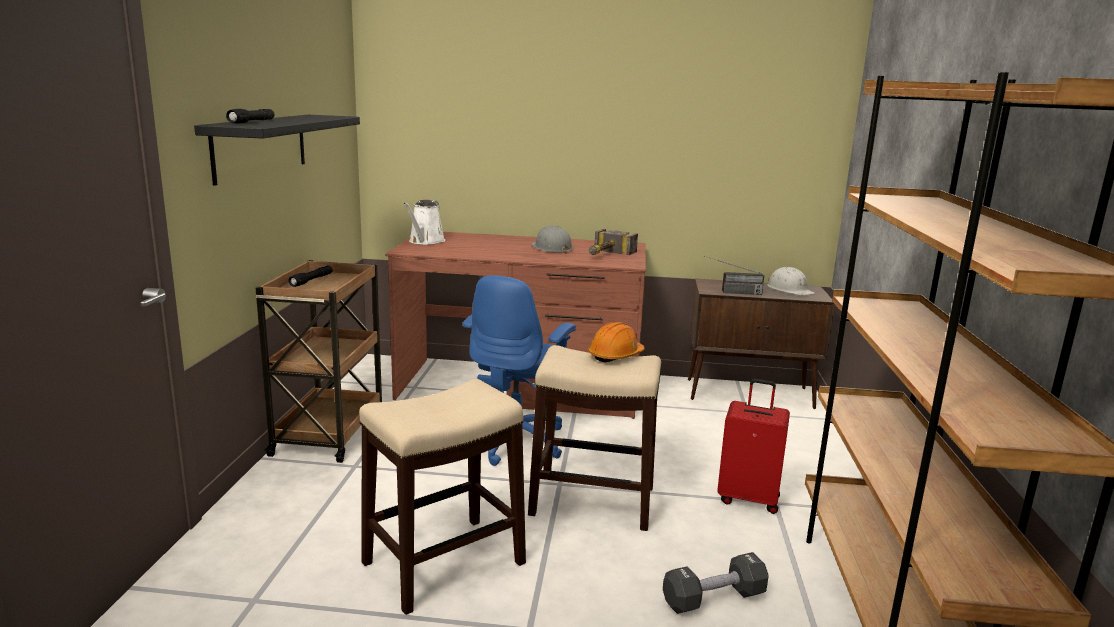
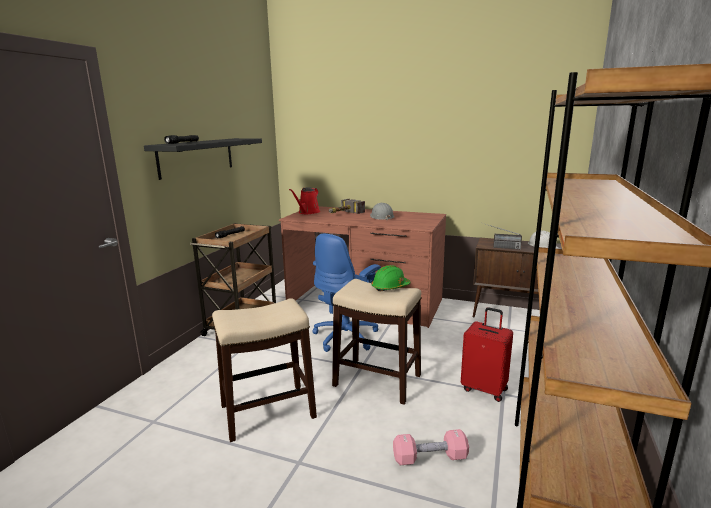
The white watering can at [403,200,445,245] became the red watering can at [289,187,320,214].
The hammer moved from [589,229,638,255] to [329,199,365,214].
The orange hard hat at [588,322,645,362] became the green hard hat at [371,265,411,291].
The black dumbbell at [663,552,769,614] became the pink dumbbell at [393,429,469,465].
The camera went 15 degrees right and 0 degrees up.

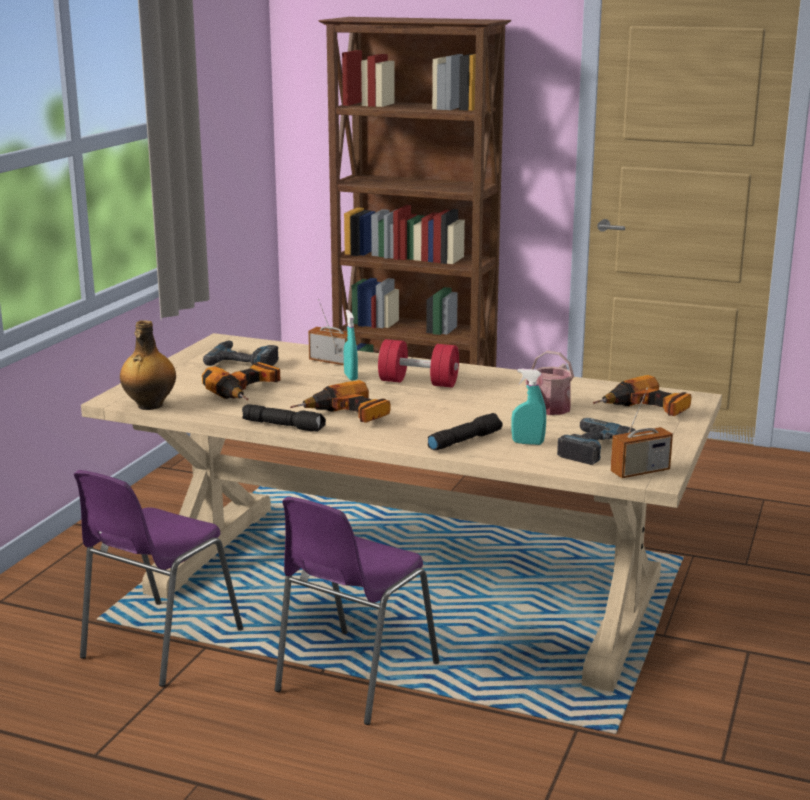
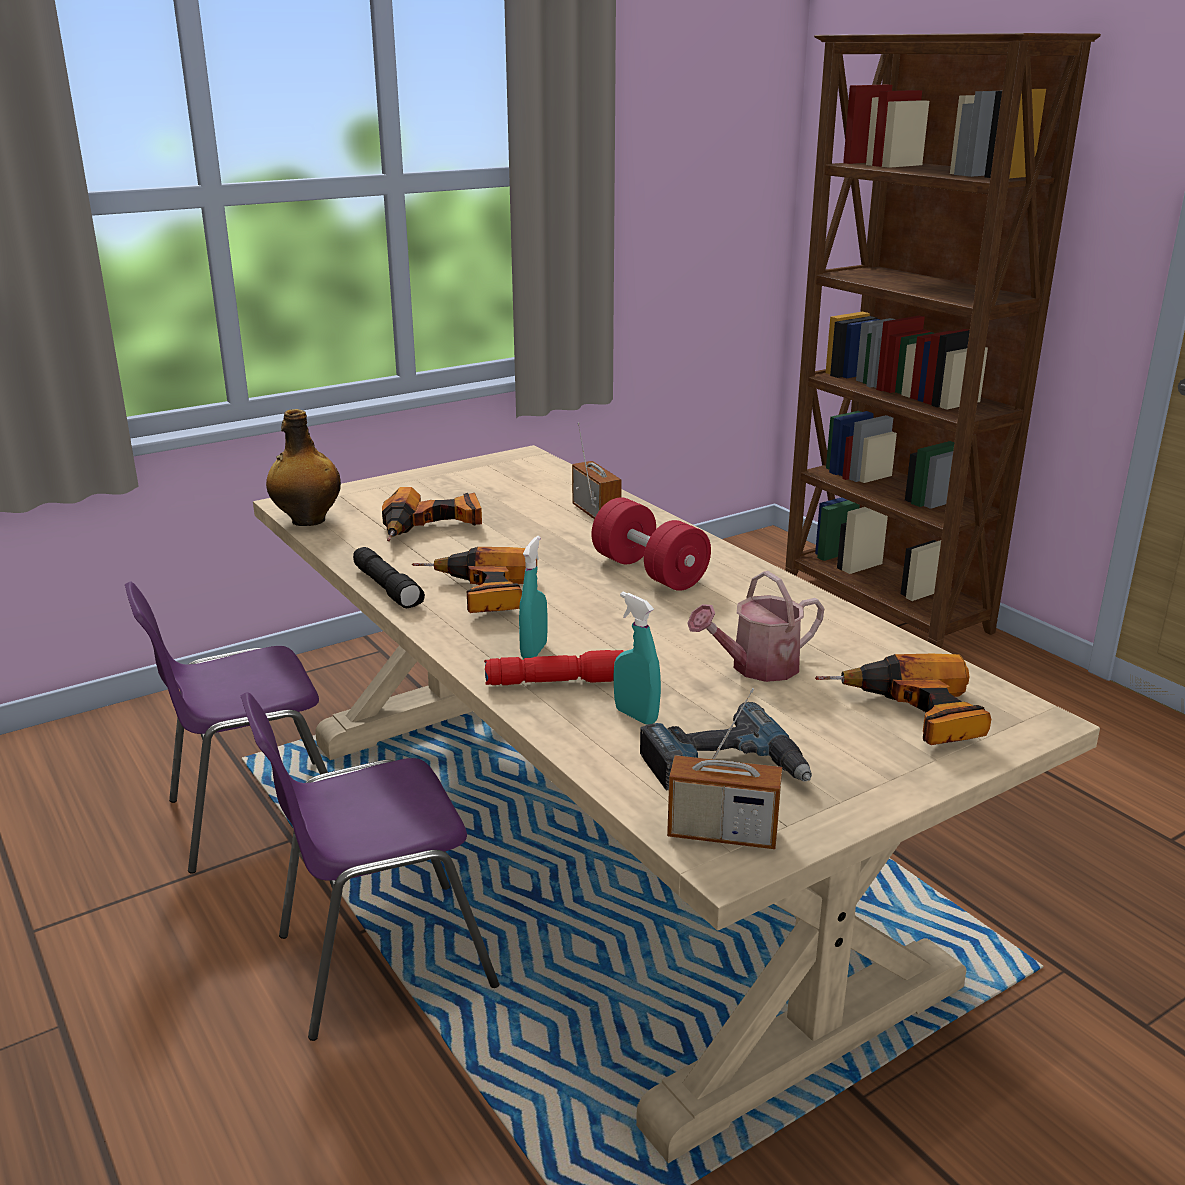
The turquoise spray bottle moved from [344,310,358,380] to [519,536,547,659].
The power drill at [203,340,279,366] disappeared.
The black flashlight at [428,413,503,450] became the red flashlight at [484,650,624,685].
The camera went 35 degrees right and 5 degrees up.

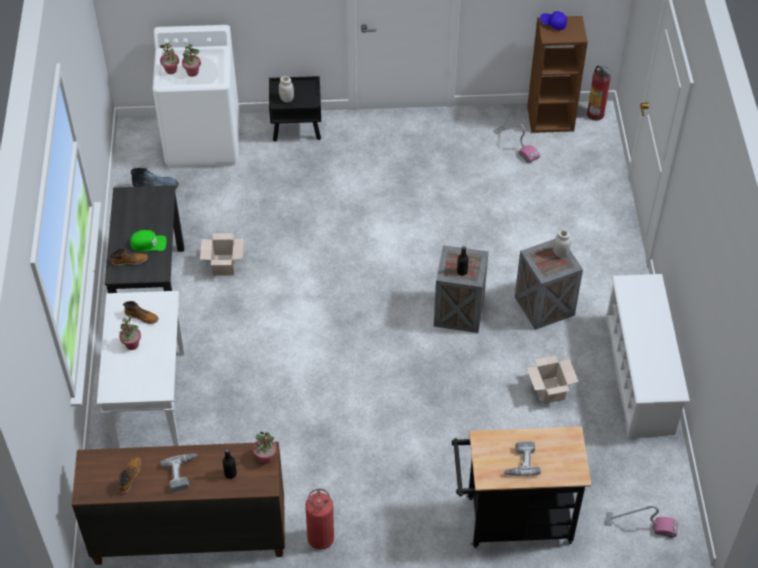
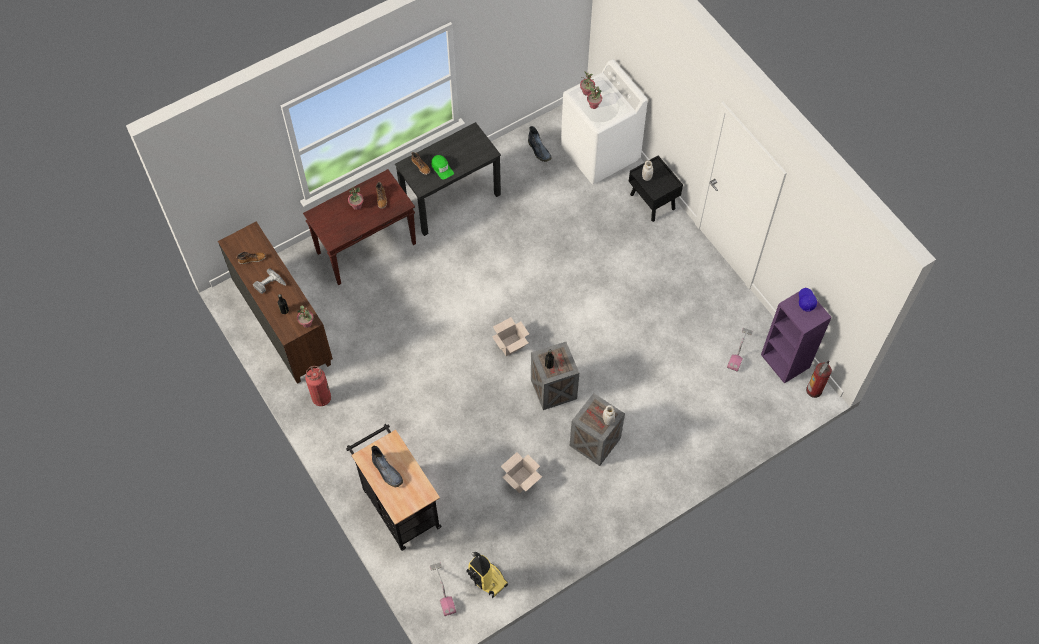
The brown bookcase at [527,16,588,133] became the purple bookcase at [761,292,832,384].
The cardboard box moved from [200,233,244,276] to [492,317,529,356].
The white shoe rack at [606,274,690,439] disappeared.
The white console table at [97,291,184,448] became the brown console table at [303,169,416,285].
The power drill at [503,441,541,477] was replaced by the boot at [371,446,403,487].
The vacuum cleaner at [466,552,508,598] appeared.
The camera went 60 degrees right and 10 degrees up.

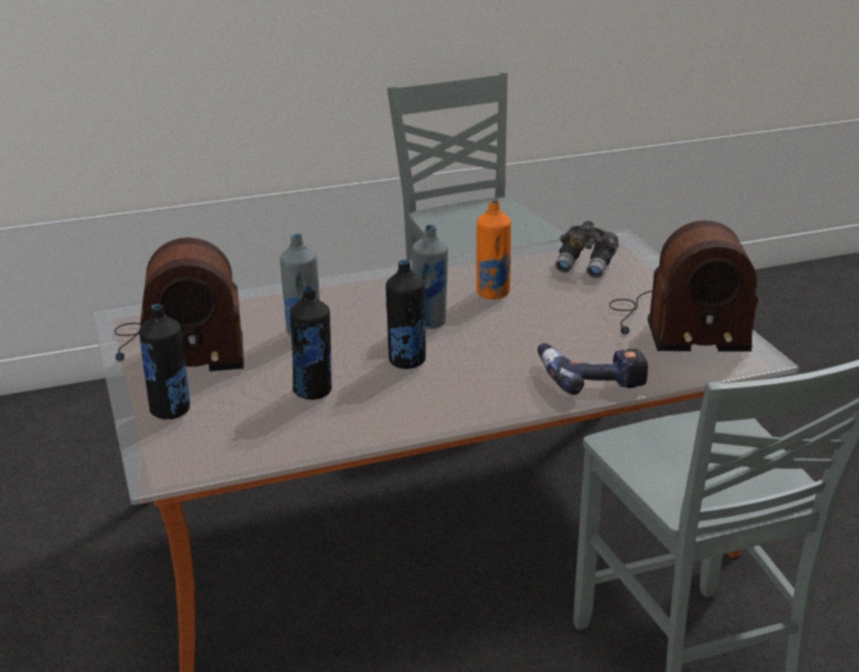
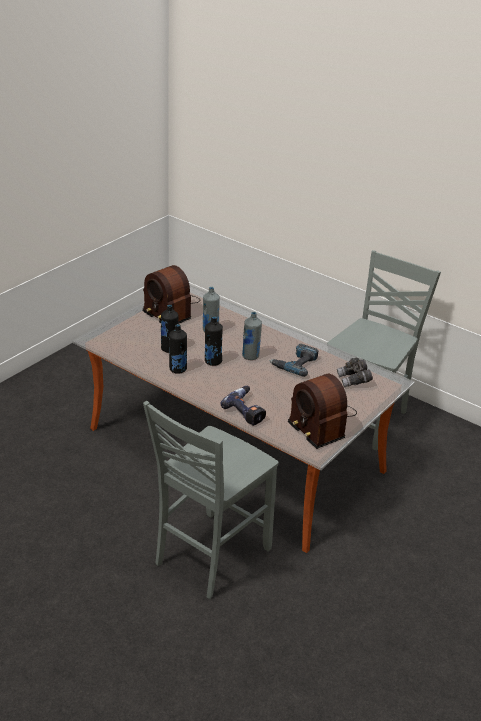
The orange bottle at [476,200,511,299] was replaced by the power drill at [269,344,318,377].
The black bottle moved from [139,304,190,419] to [169,324,187,374].
The camera went 55 degrees right and 5 degrees up.

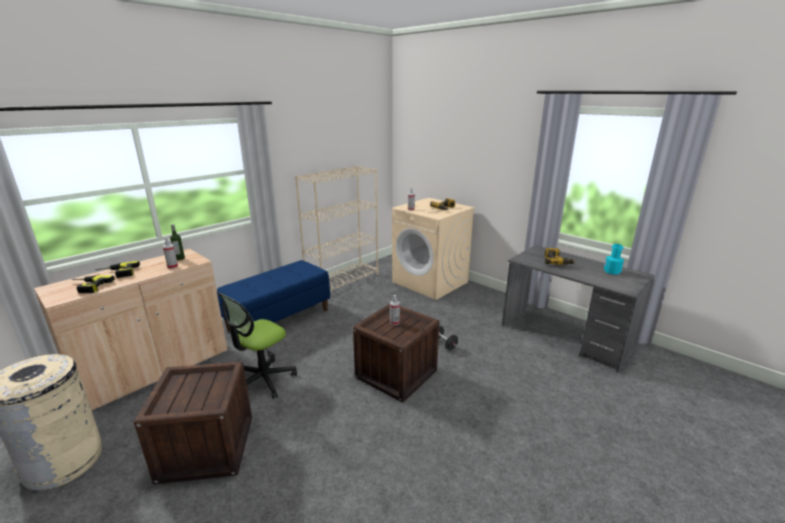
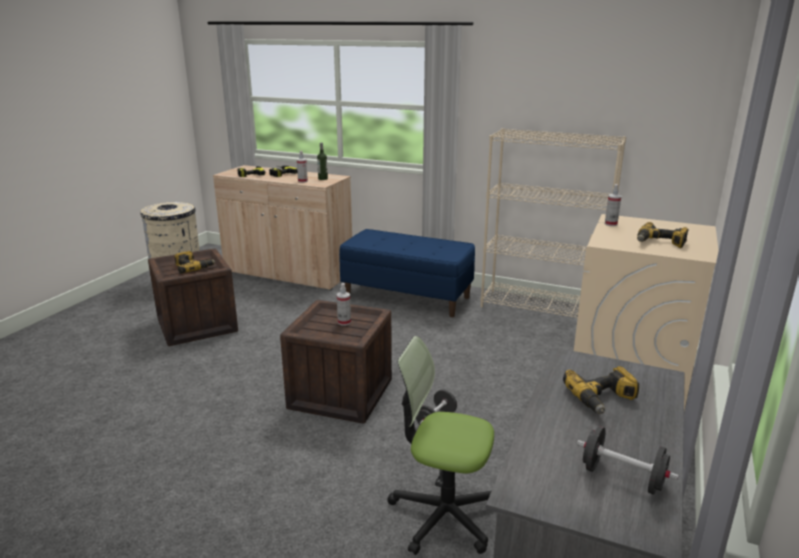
The turquoise bottle at [604,244,624,274] was replaced by the black dumbbell at [577,426,679,495].
The office chair moved from [218,292,297,399] to [387,336,494,555].
The power drill at [174,251,216,274] appeared.
The camera went 70 degrees right and 0 degrees up.

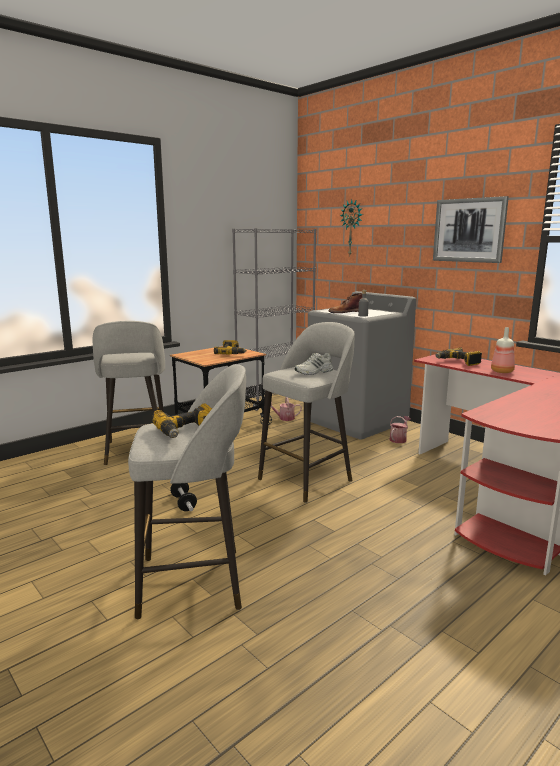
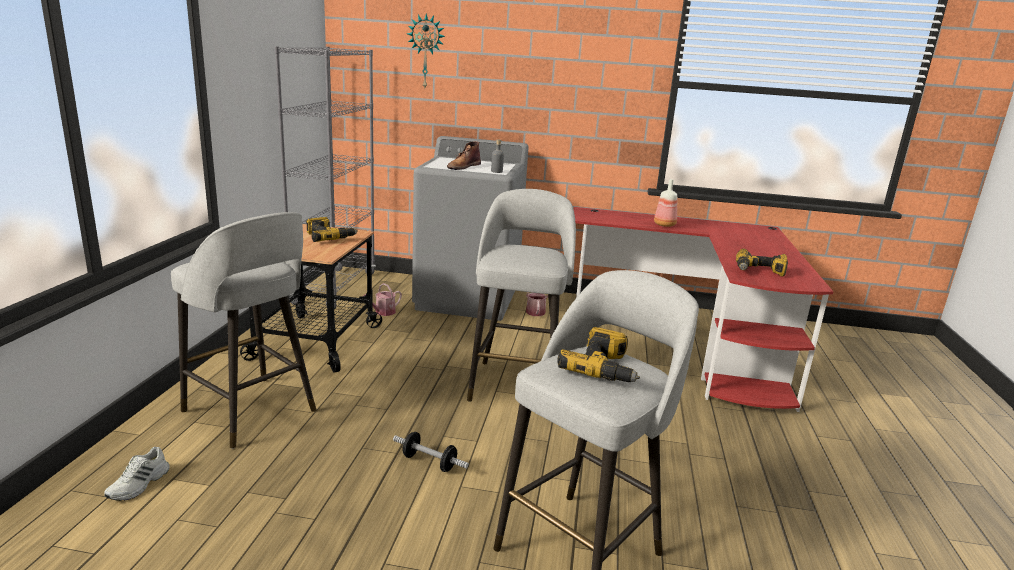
The picture at [433,196,509,263] disappeared.
The power drill moved from [436,348,482,366] to [736,248,788,277].
The white shoe moved from [295,353,333,375] to [104,447,170,501].
The camera went 40 degrees left and 5 degrees up.

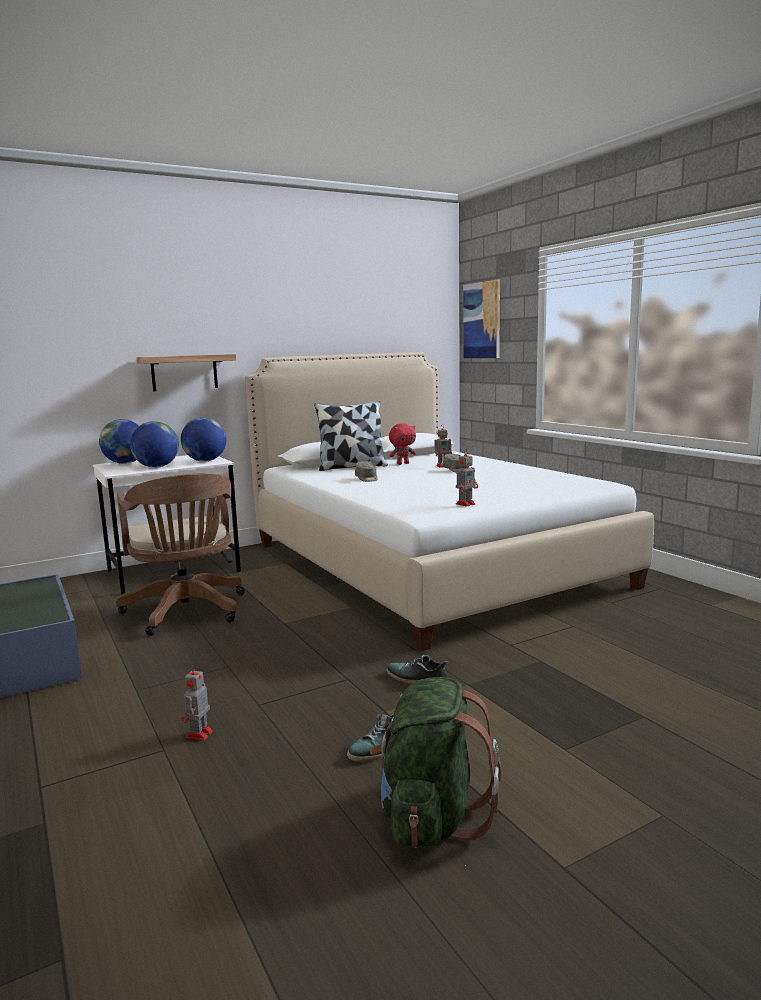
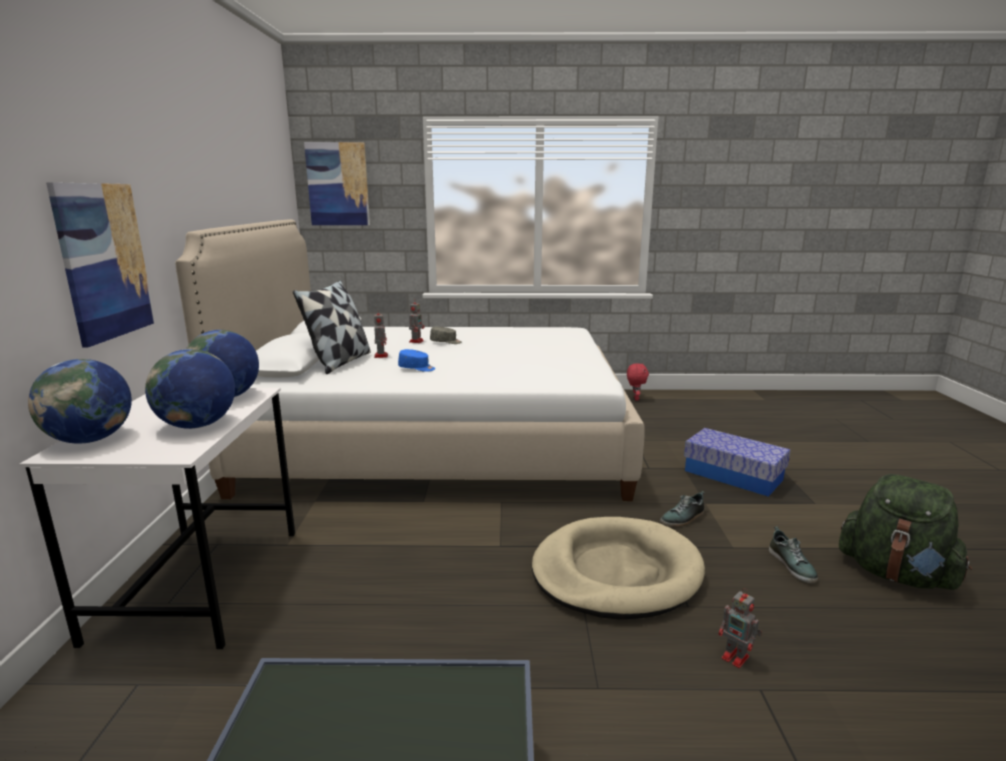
The shelf at [136,354,236,391] was replaced by the picture at [46,182,155,347].
The red plush toy moved from [389,423,416,465] to [627,363,649,400].
The toy robot moved from [456,450,478,506] to [374,311,388,358].
The grey cap at [355,461,378,482] became the blue cap at [398,349,435,372].
The brown office chair at [116,473,245,636] disappeared.
The storage box at [684,428,790,497] appeared.
The beige dog bed at [532,517,705,620] appeared.
The camera went 60 degrees left and 5 degrees up.

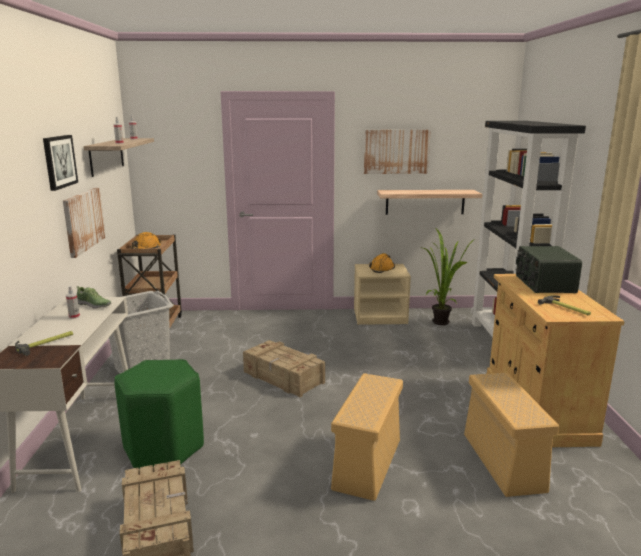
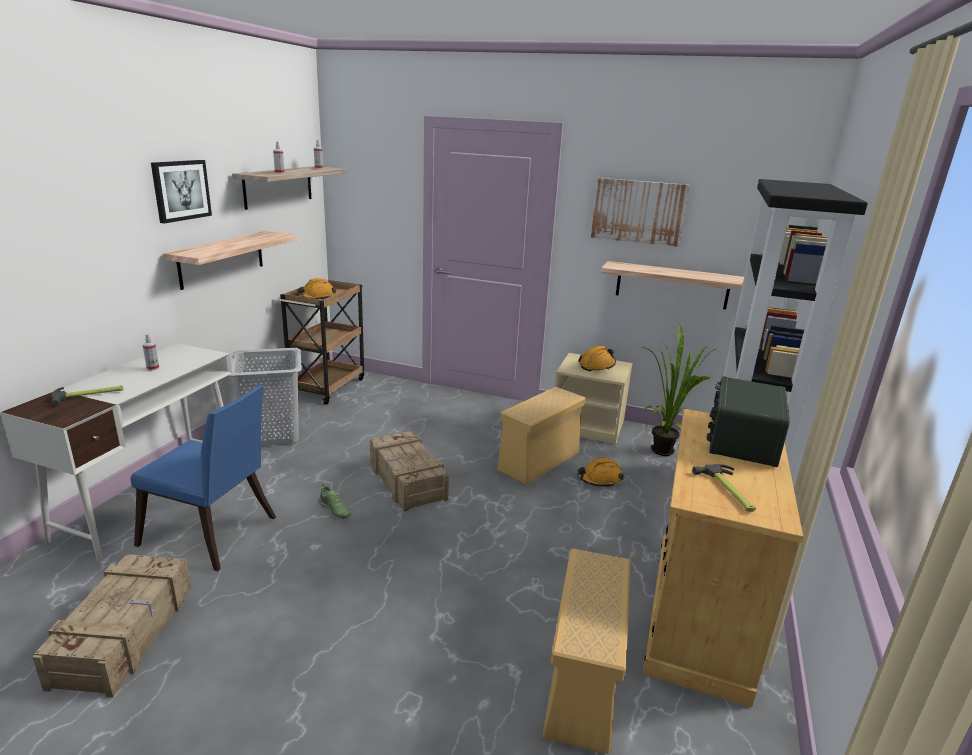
The picture at [63,187,106,258] was replaced by the shelf at [163,231,297,290].
The shoe moved from [77,286,111,309] to [318,484,352,519].
The green stool at [114,359,204,469] was replaced by the blue chair at [130,385,276,571].
The beige storage box moved from [331,373,403,501] to [497,387,586,485].
The orange hard hat at [577,458,624,487] appeared.
The camera went 20 degrees right and 5 degrees up.

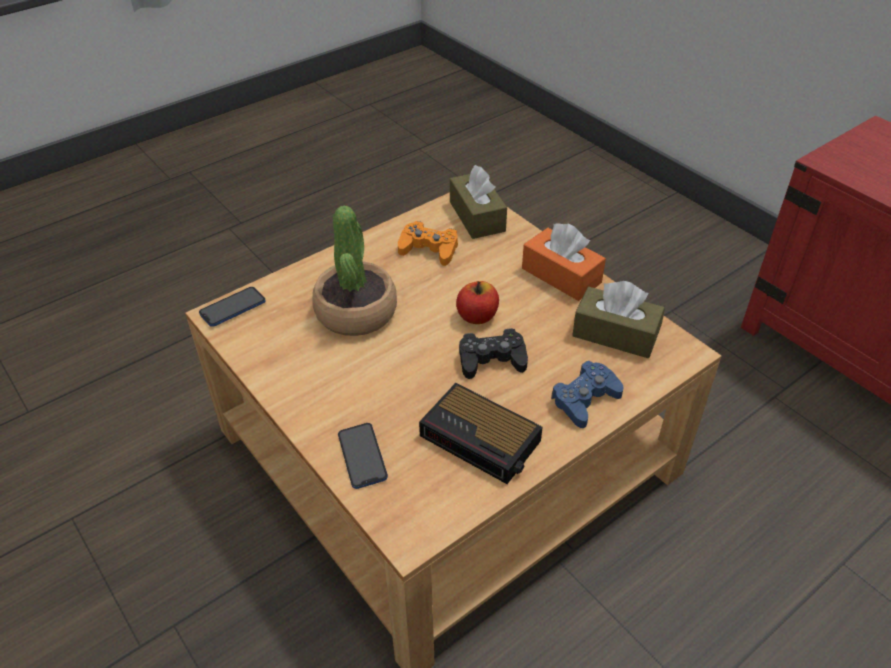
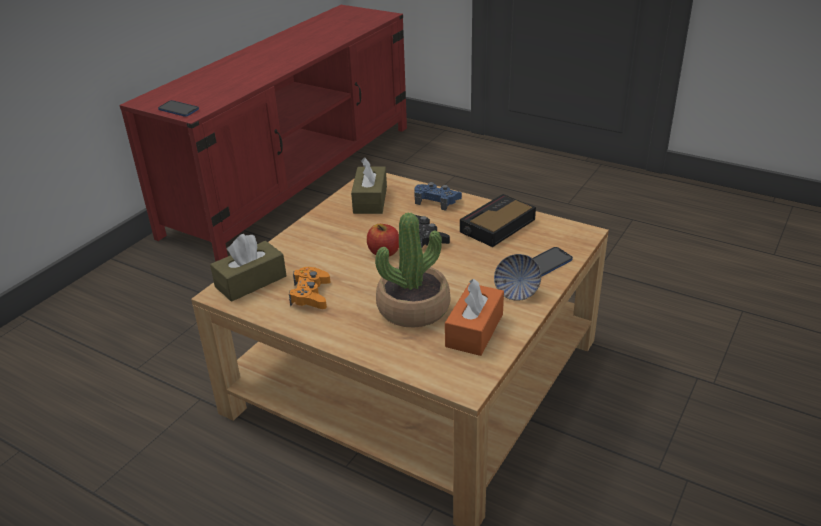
The orange tissue box moved from [522,223,606,301] to [445,279,504,356].
The phone moved from [199,287,266,327] to [158,100,199,117].
The alarm clock at [419,383,543,484] turned 150 degrees counterclockwise.
The bowl at [494,254,541,301] appeared.
The camera went 110 degrees left and 10 degrees down.

